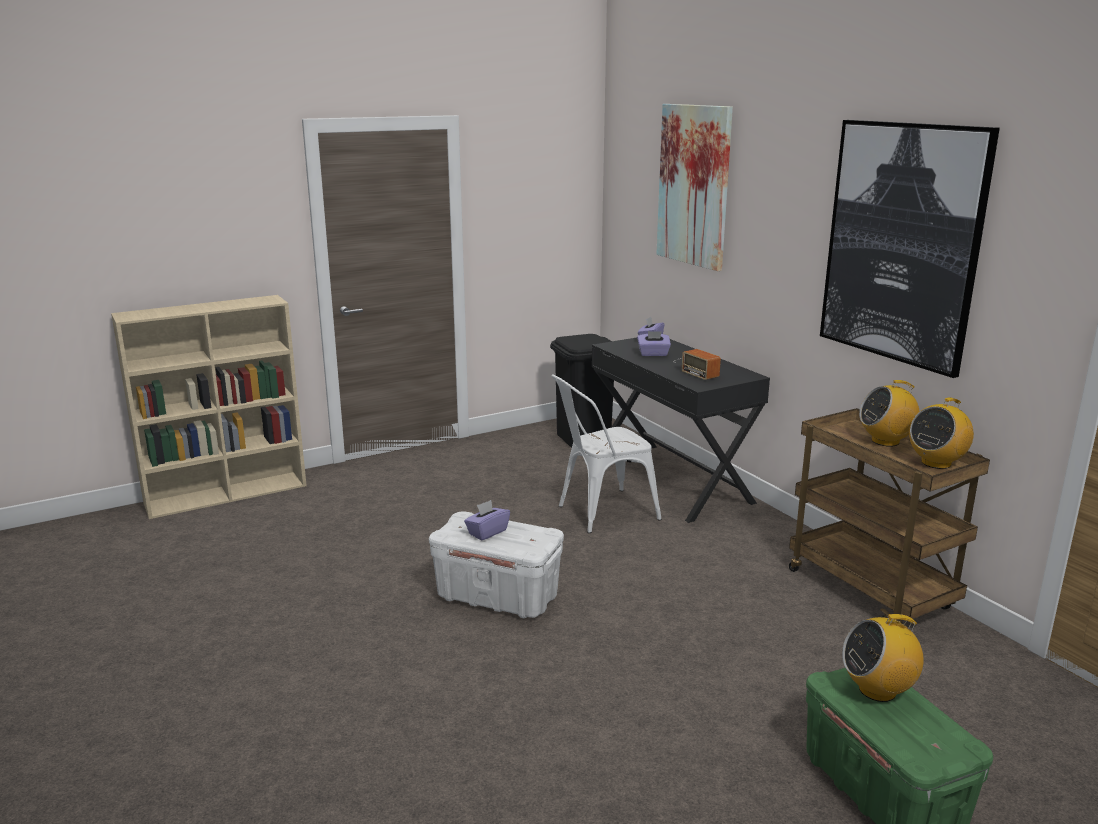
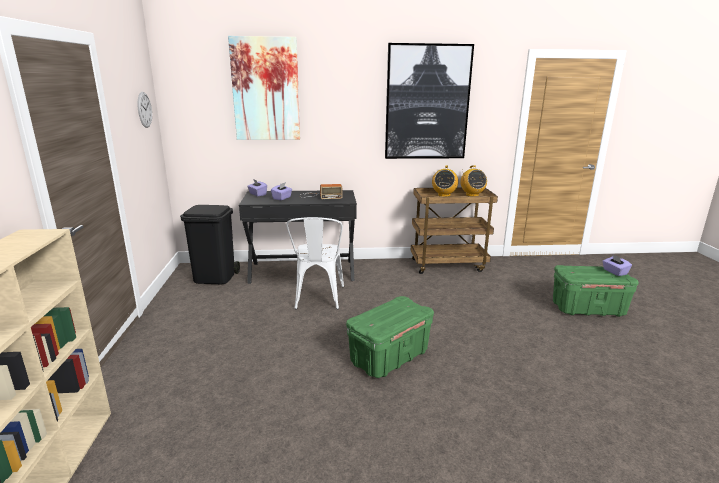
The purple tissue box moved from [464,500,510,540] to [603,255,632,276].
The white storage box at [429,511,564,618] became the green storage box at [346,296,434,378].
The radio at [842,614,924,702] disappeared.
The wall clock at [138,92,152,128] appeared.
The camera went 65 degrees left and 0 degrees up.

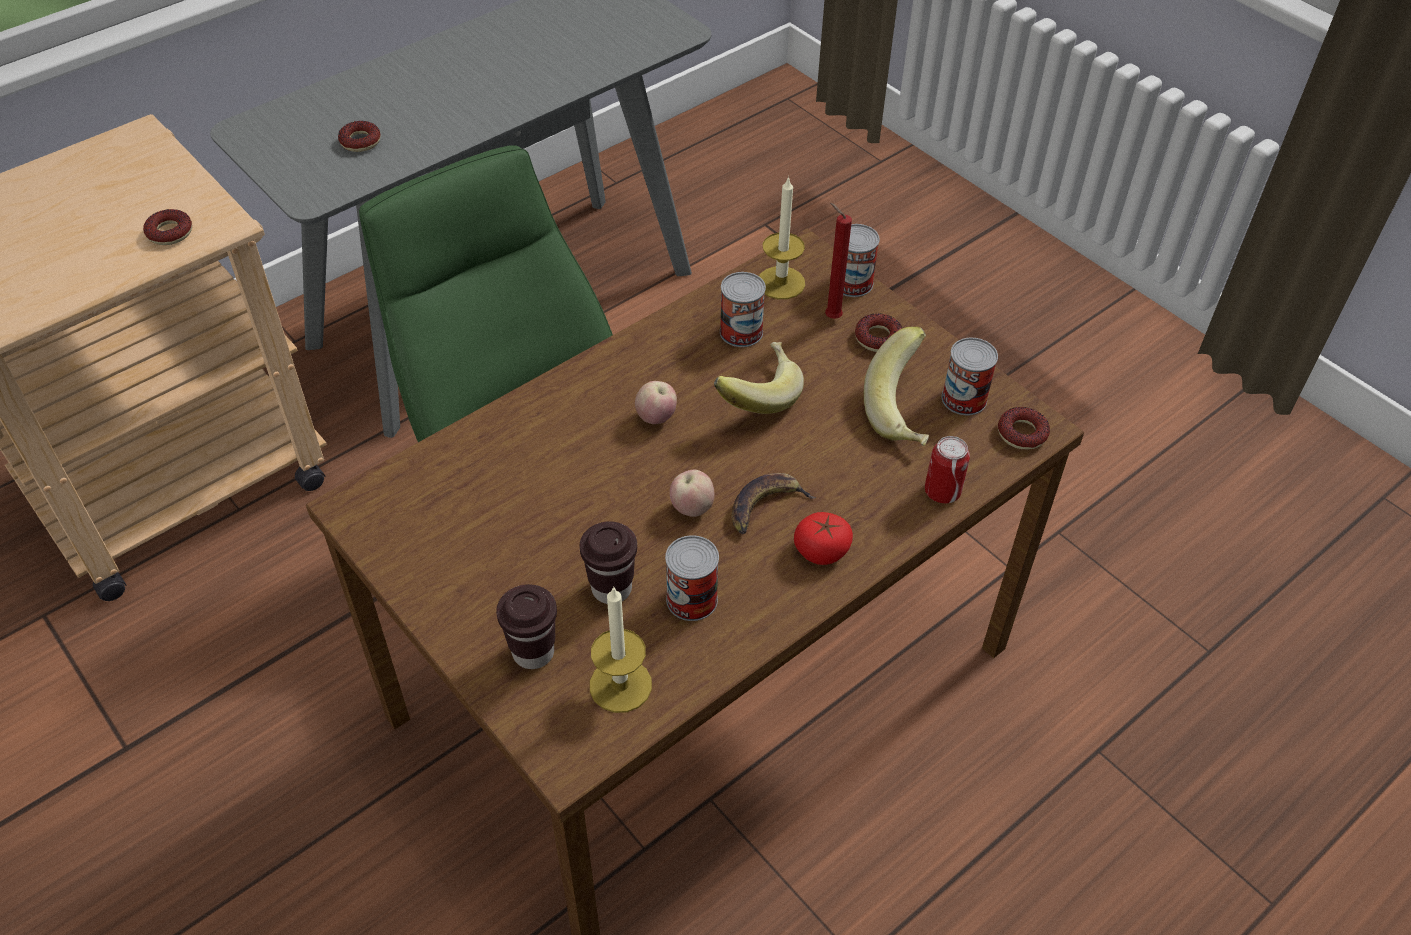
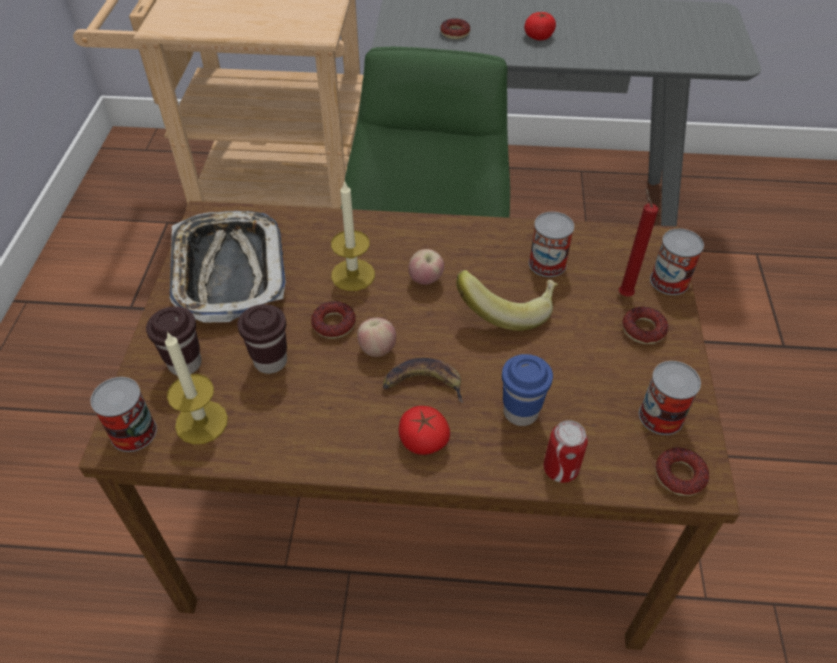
The candle moved from [759,176,805,299] to [331,180,375,291].
The donut moved from [143,209,192,245] to [311,301,356,339].
The banana at [864,327,929,446] disappeared.
The can moved from [665,535,719,621] to [90,377,157,452].
The tomato at [524,12,556,40] appeared.
The tray at [169,211,286,322] appeared.
The blue cup at [502,354,553,426] appeared.
The camera went 45 degrees right and 0 degrees up.

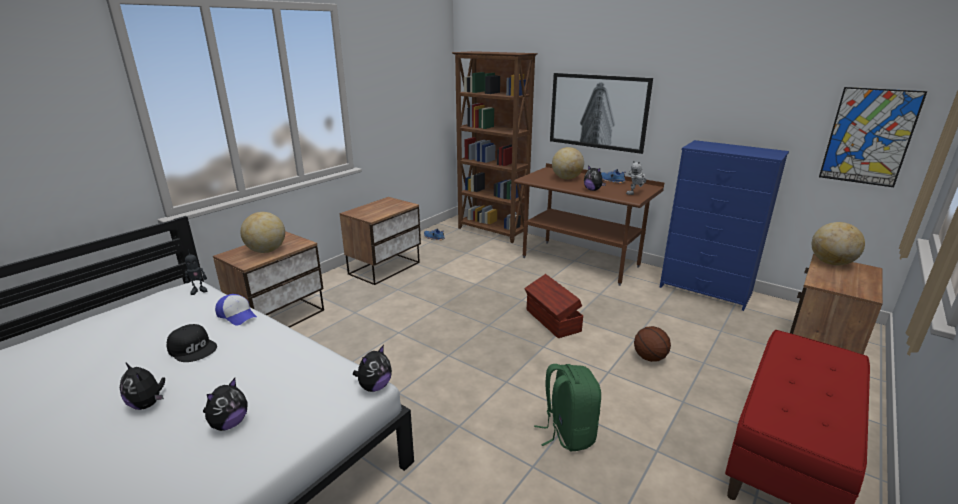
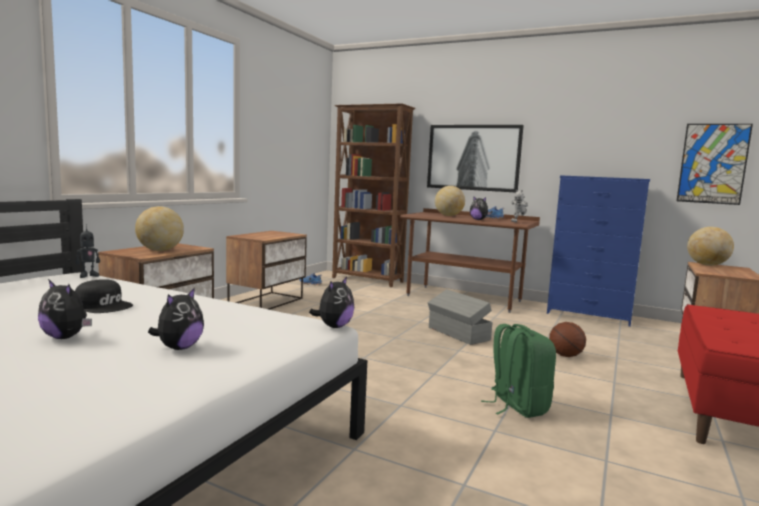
The brown storage box at [524,274,583,338] became the grey storage box at [428,289,493,345].
The cap at [215,294,257,326] disappeared.
The camera went 10 degrees left and 15 degrees down.

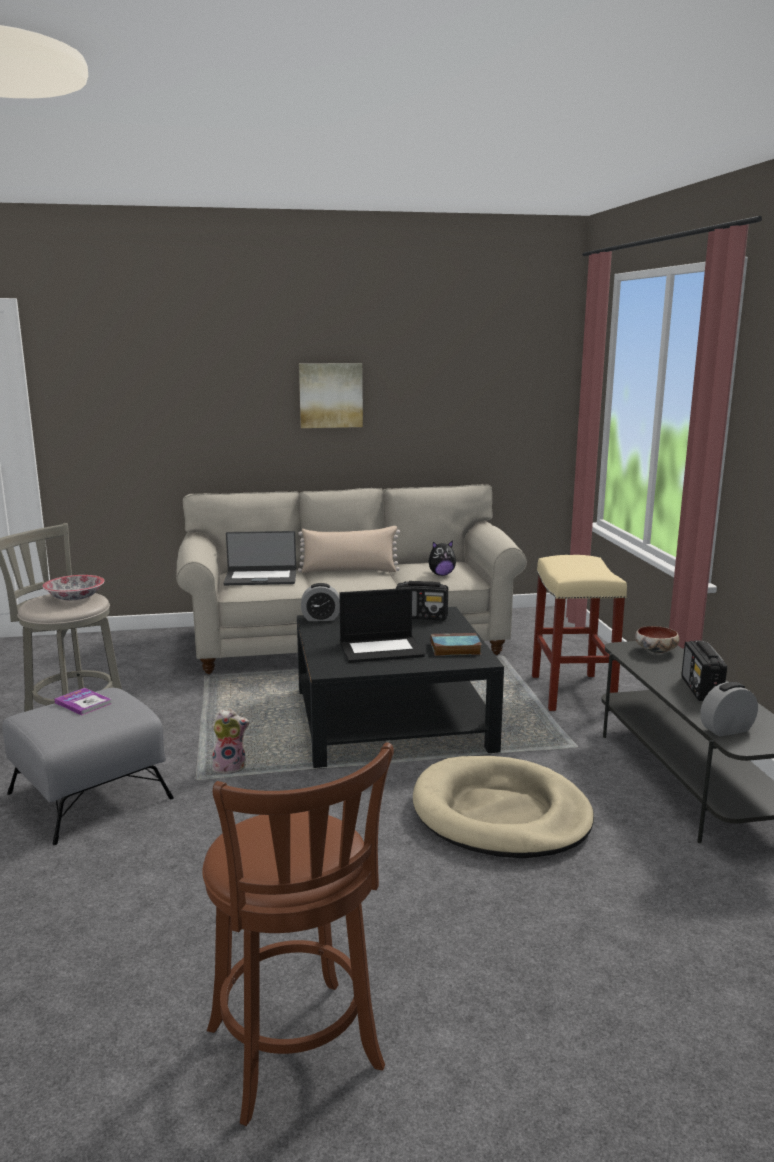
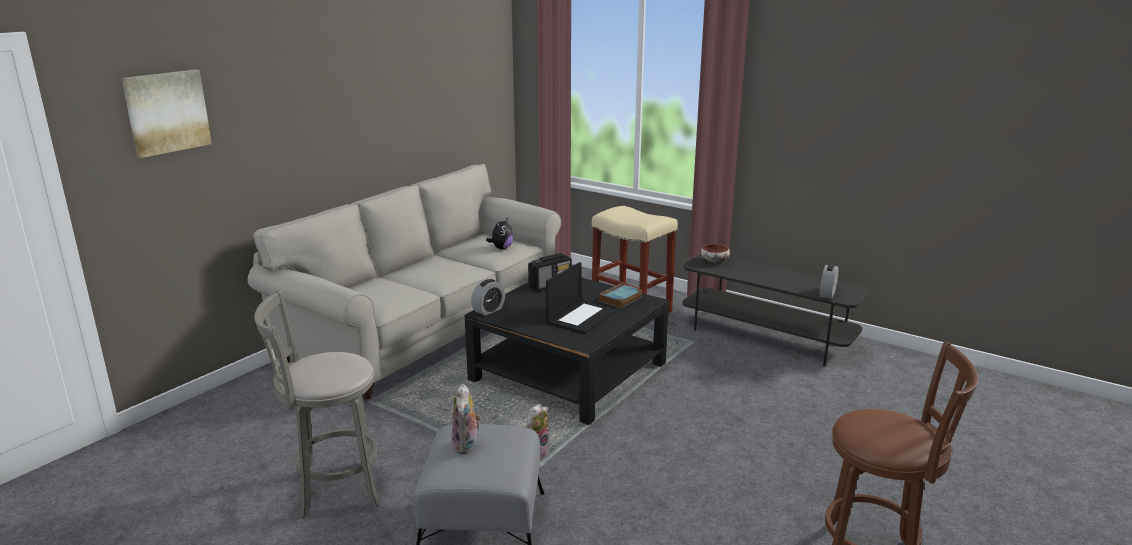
The picture moved from [299,363,363,428] to [122,69,212,158].
The beige pillow at [298,526,400,573] disappeared.
The laptop at [223,531,296,585] disappeared.
The bowl at [42,575,105,600] disappeared.
The radio at [681,641,727,701] disappeared.
The book at [54,688,112,716] was replaced by the plush toy at [451,384,481,454].
The beige dog bed at [413,756,594,858] disappeared.
The camera went 45 degrees left and 5 degrees up.

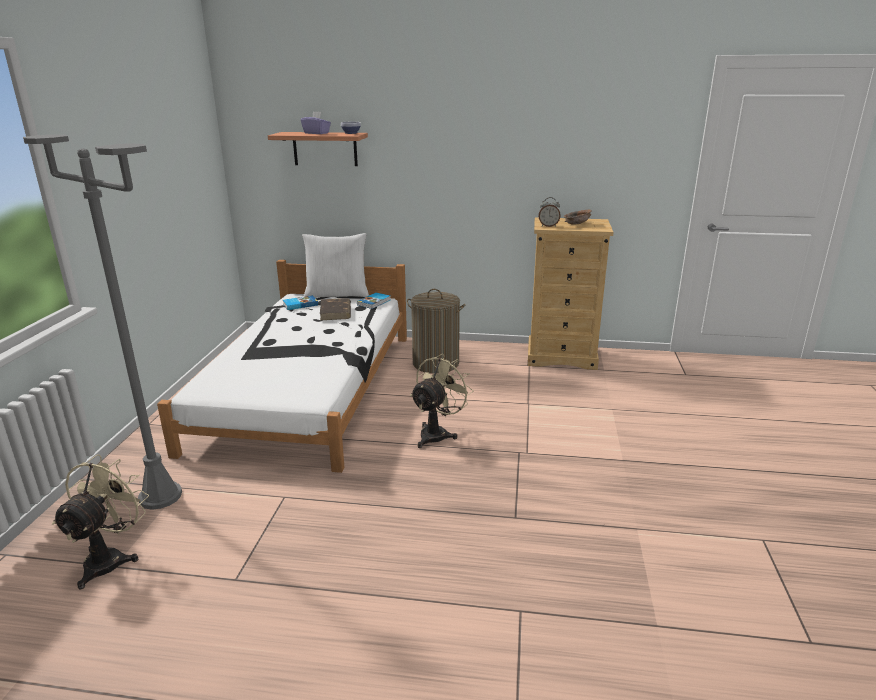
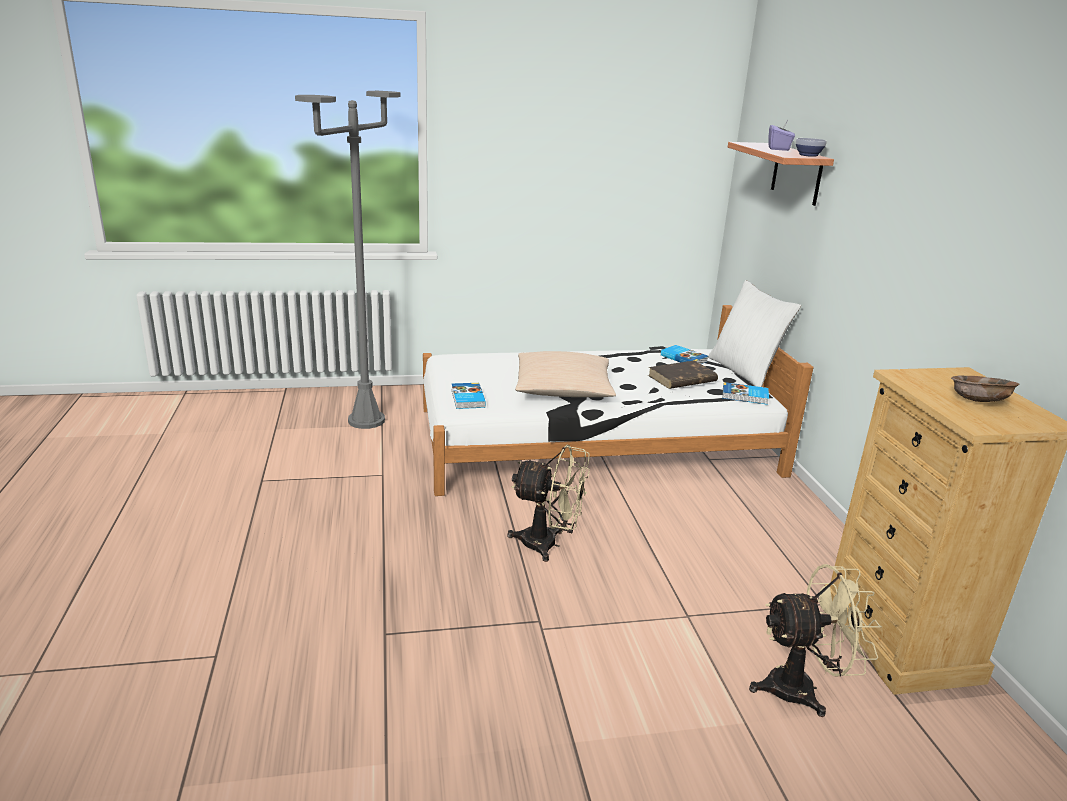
The alarm clock at [538,197,561,227] disappeared.
The laundry basket at [407,289,465,374] disappeared.
The beige fan moved from [52,454,149,589] to [749,564,882,717].
The beige pillow at [515,351,616,397] appeared.
The book at [451,383,486,409] appeared.
The camera went 70 degrees right and 0 degrees up.

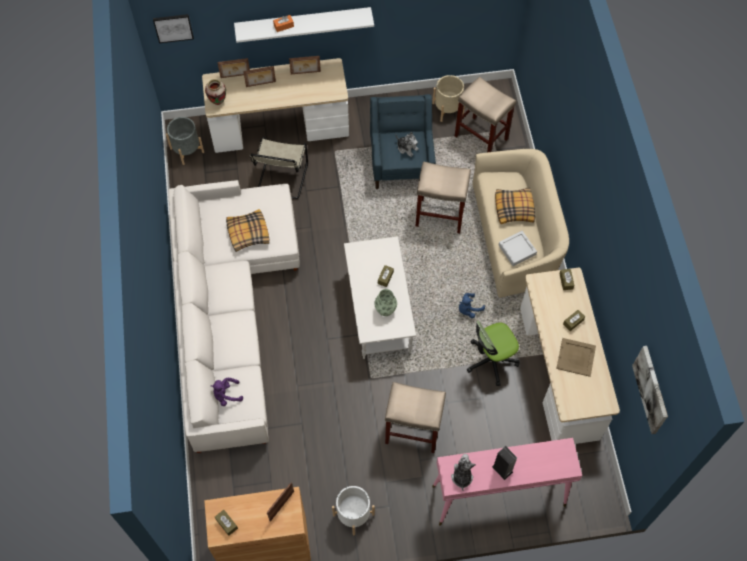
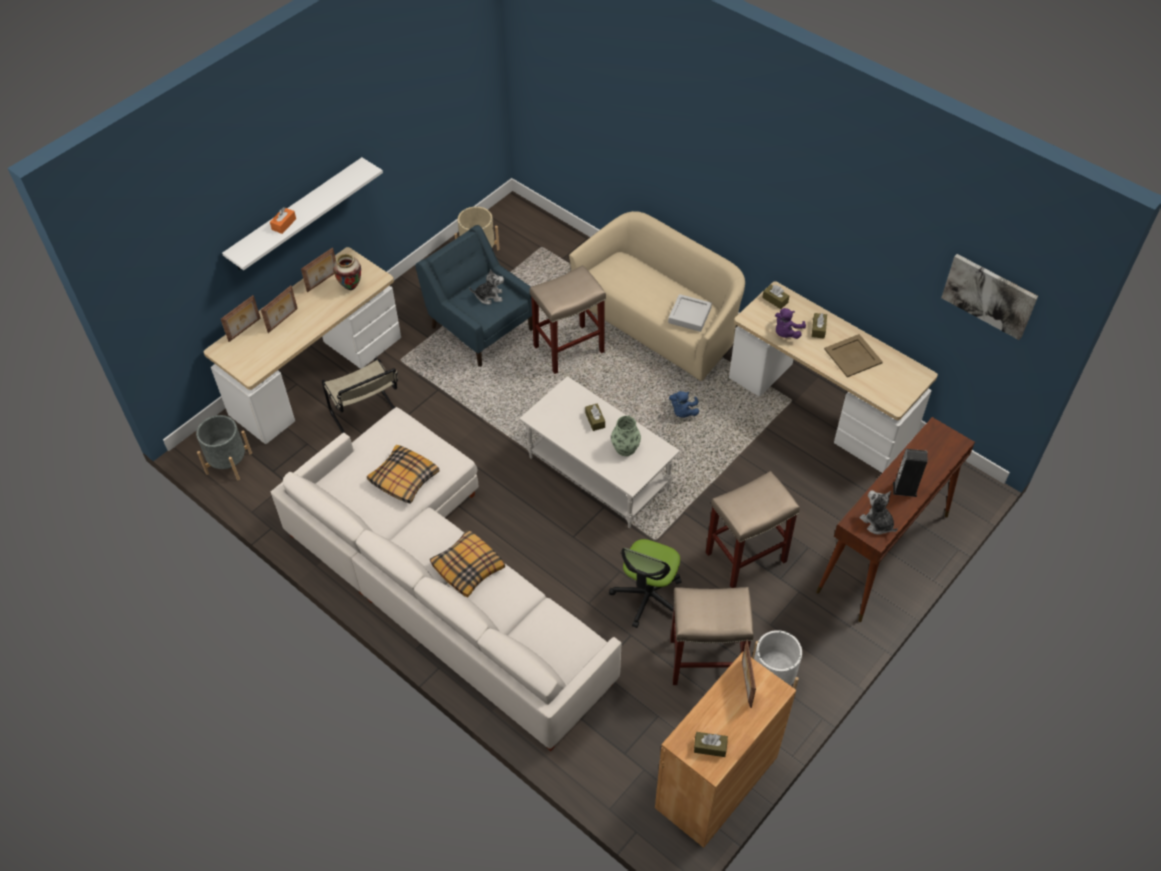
The picture at [153,14,194,43] disappeared.
The beige stool moved from [455,76,516,152] to [670,587,754,685].
The vase moved from [205,79,226,105] to [333,254,361,290].
The pillow moved from [495,187,535,224] to [430,530,505,597].
The office chair moved from [467,320,520,386] to [609,539,682,628].
The purple plush toy moved from [211,378,243,406] to [775,308,806,339].
The pink console table at [432,438,582,526] became the brown console table at [816,417,975,622].
The camera went 40 degrees left and 10 degrees down.

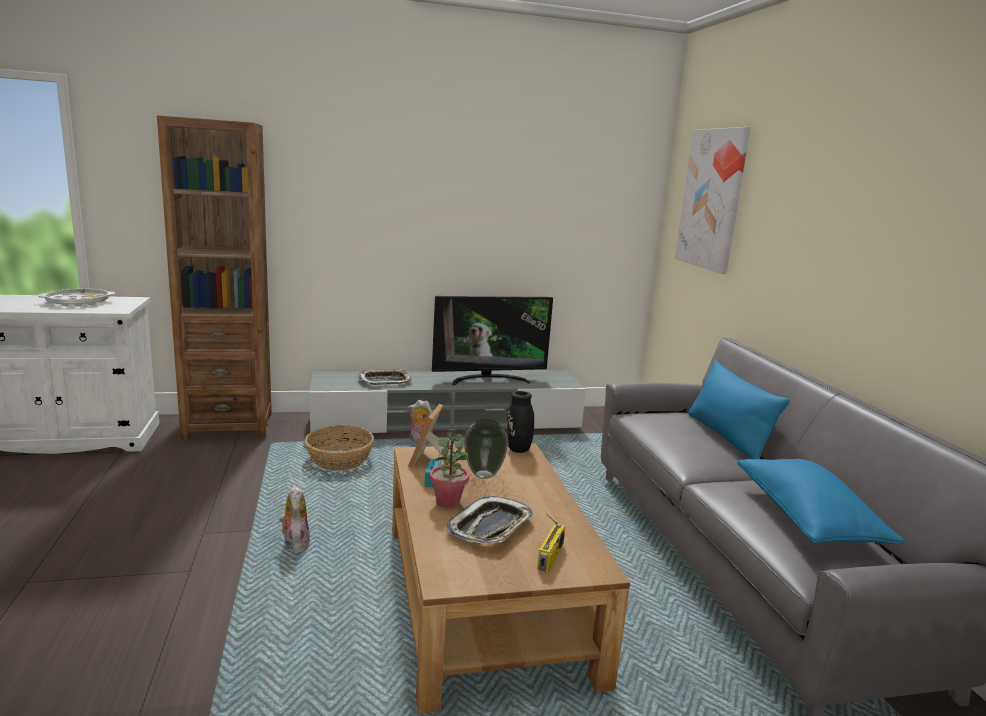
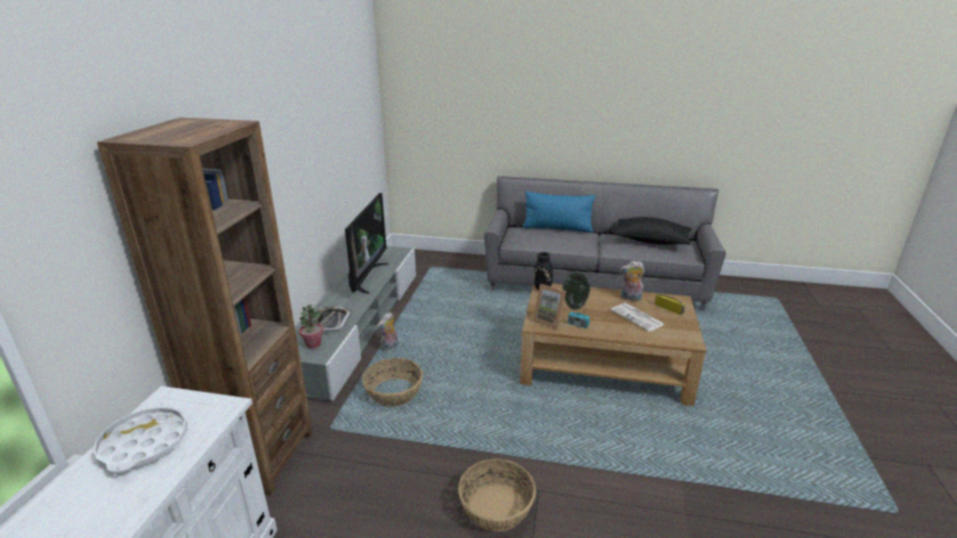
The picture at [675,127,750,274] disappeared.
The potted plant moved from [430,432,469,508] to [299,304,324,349].
The blue pillow at [737,459,905,544] became the black pillow at [613,217,692,245].
The plush toy moved from [279,485,310,552] to [620,261,645,301].
The tray at [447,496,533,543] was replaced by the newspaper at [611,303,665,332].
The basket at [458,459,536,532] appeared.
The camera went 65 degrees left and 10 degrees up.

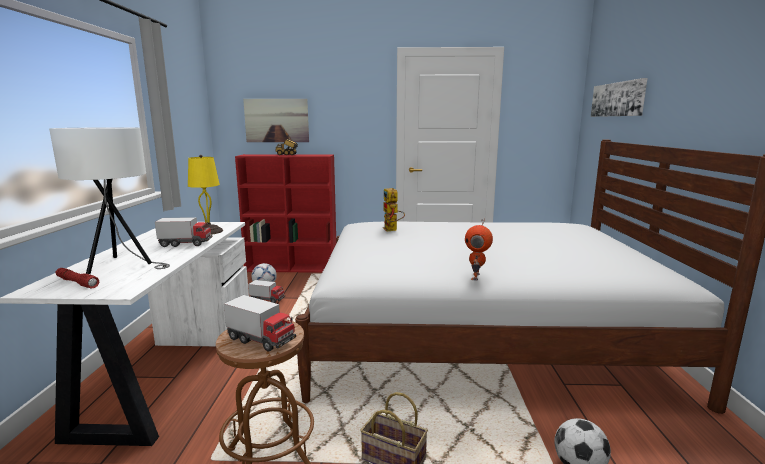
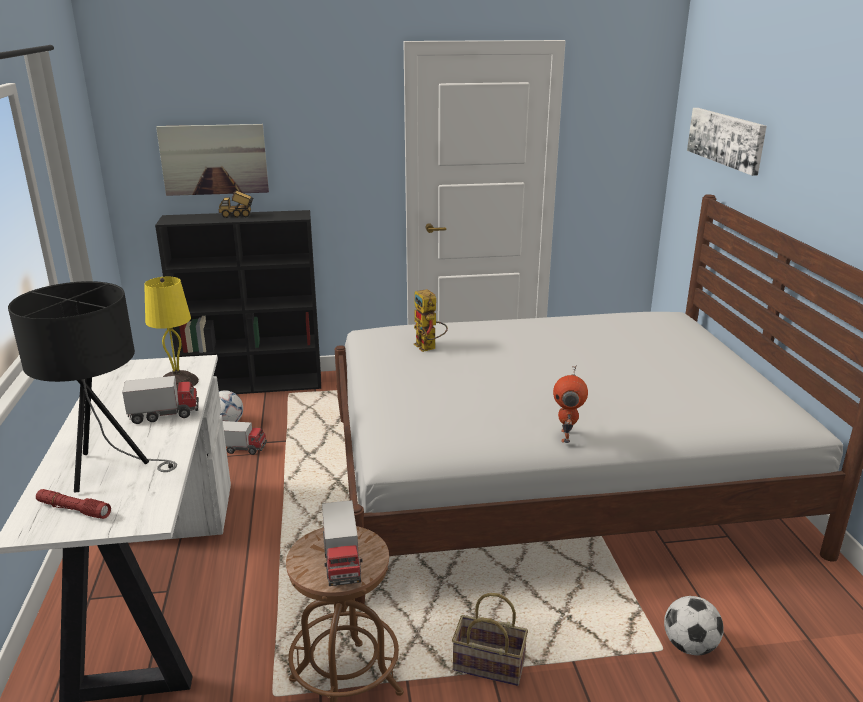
The white table lamp at [49,127,170,274] became the black table lamp at [8,281,177,492].
The red bookcase at [235,154,336,273] became the black bookcase at [155,210,321,394].
The toy truck at [224,295,296,352] turned 60 degrees clockwise.
The camera went 10 degrees left and 10 degrees up.

